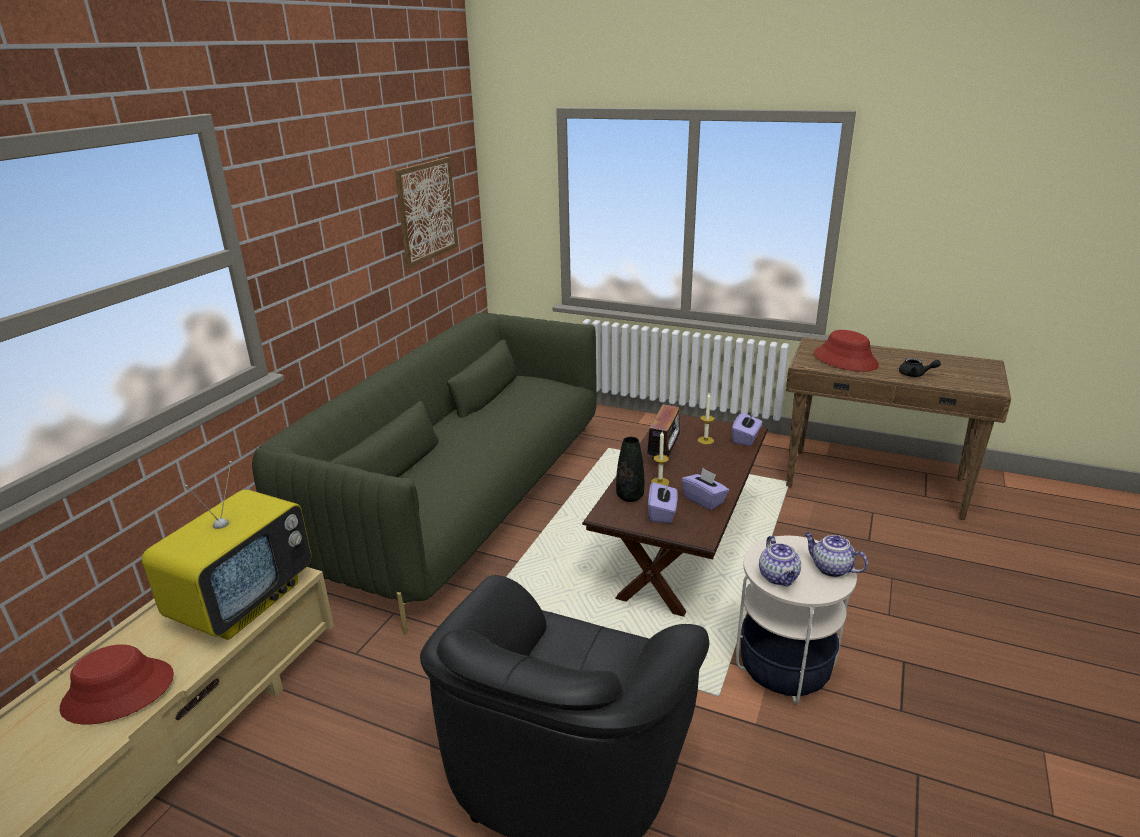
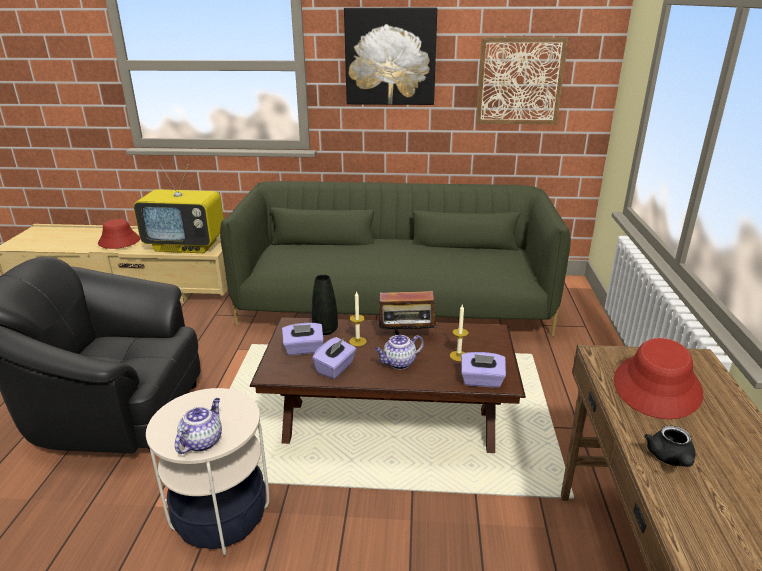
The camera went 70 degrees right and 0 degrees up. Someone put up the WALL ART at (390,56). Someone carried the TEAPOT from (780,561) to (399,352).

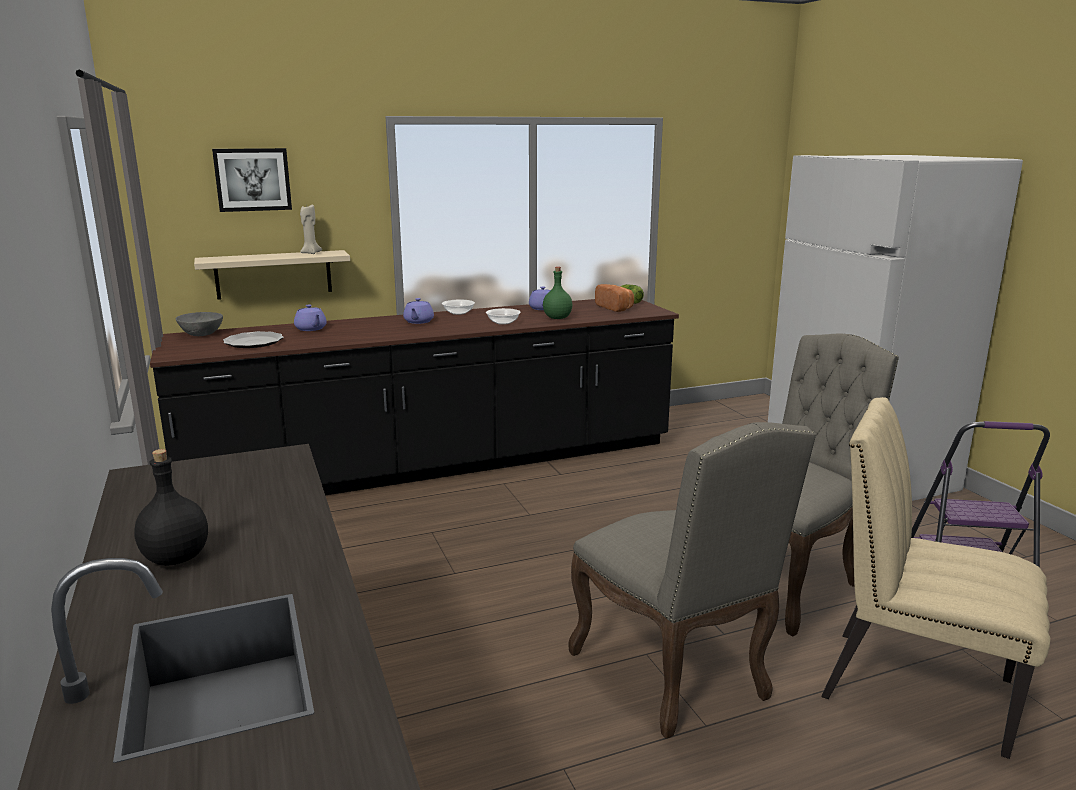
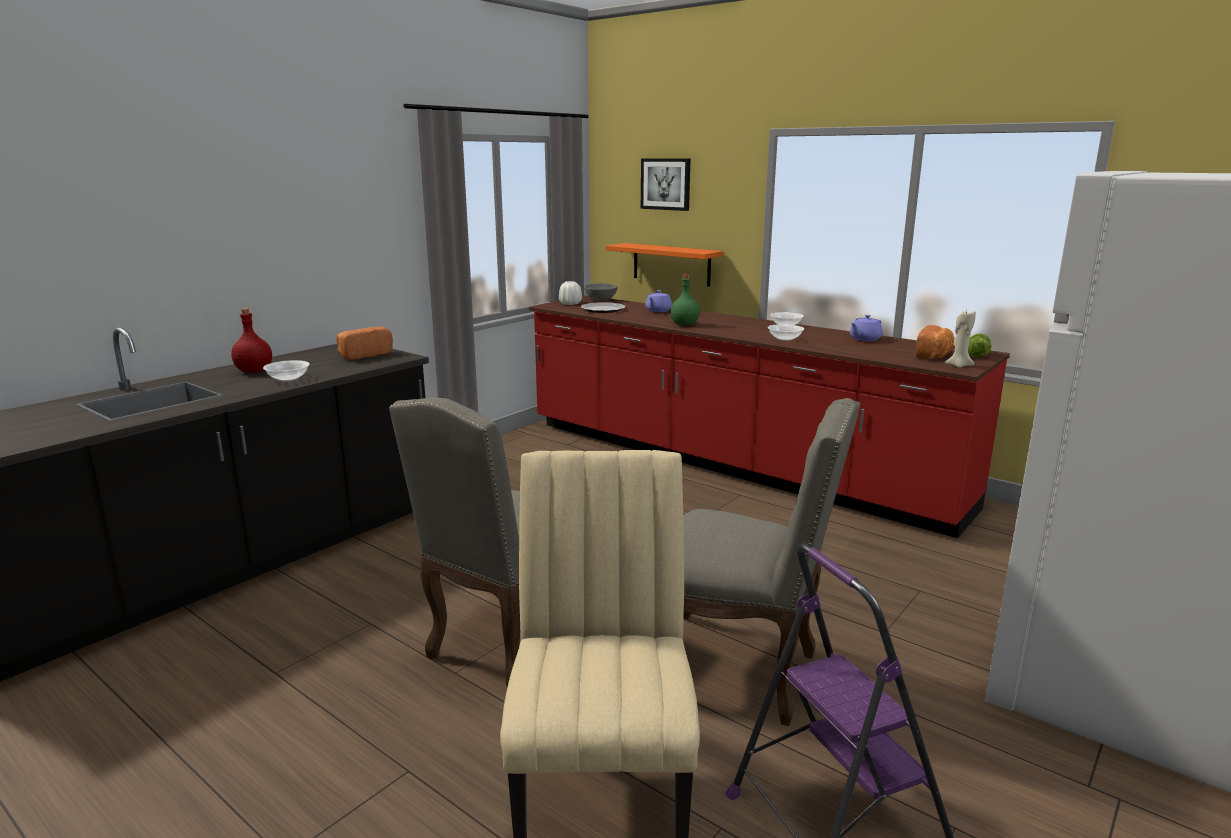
The camera went 60 degrees right and 0 degrees up. Someone took away the PURPLE TEAPOT at (418,311). Someone put down the DEEP DISH at (286,370). Someone put down the BAKED BREAD at (364,343). Someone put down the WHITISH FLOWER VASE at (570,293). Someone carried the BEIGE-COLOURED CANDLE from (311,228) to (960,339). Someone carried the GREENISH BOTTLE from (557,293) to (685,300). Someone repainted the BLACK BOTTLE at (171,507), which became the RED-COLOURED BOTTLE at (251,340). Someone repainted the BLACK KITCHEN COUNTER at (414,397), which became the RED-COLOURED KITCHEN COUNTER at (769,416). Someone repainted the BEIGE-COLOURED BRACKET SHELF at (272,275), which became the ORANGE-COLOURED BRACKET SHELF at (664,265).

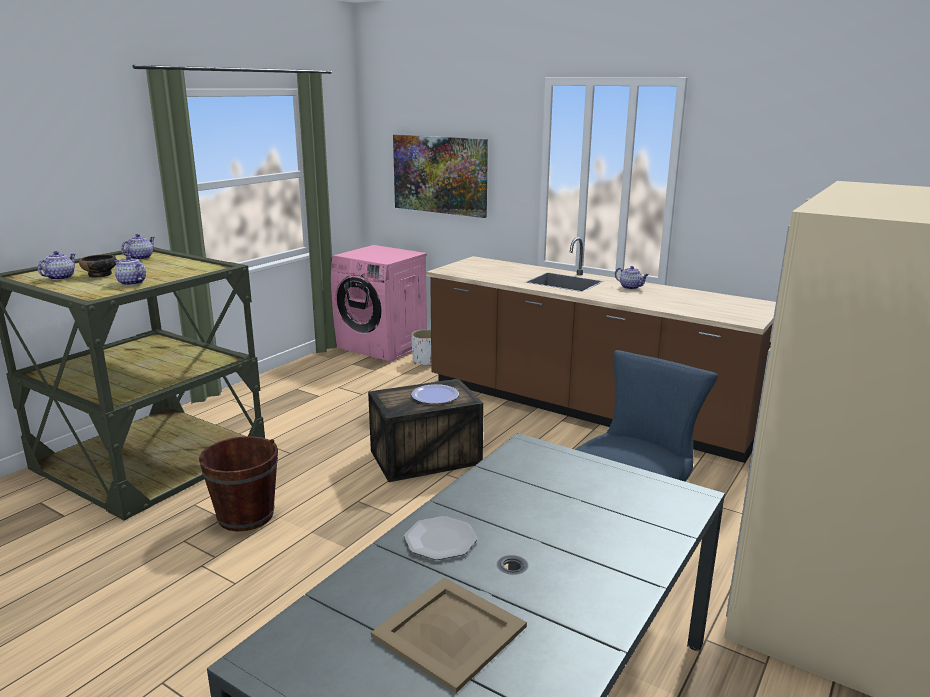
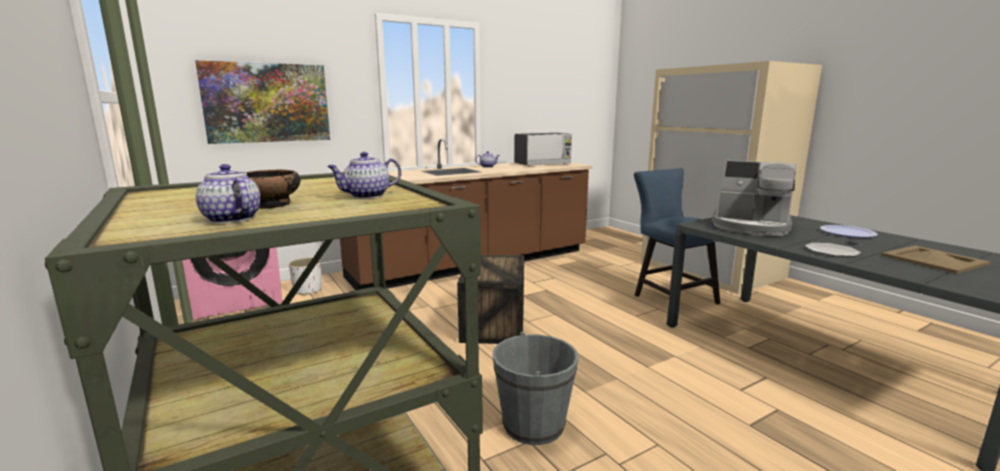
The camera went 65 degrees left and 5 degrees down. Someone took away the TEAPOT at (138,247). Someone put down the KITCHEN MICROWAVE at (543,149). Someone put down the COFFEE MACHINE at (754,198). Someone carried the PLATE from (435,394) to (849,231). Someone repainted the BROWN BUCKET at (238,484), which became the GRAY BUCKET at (535,388).

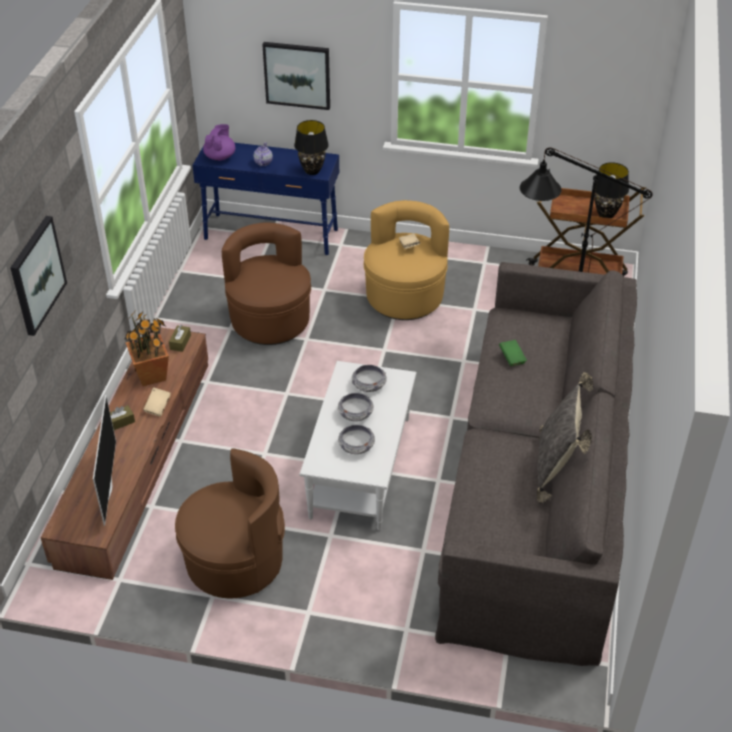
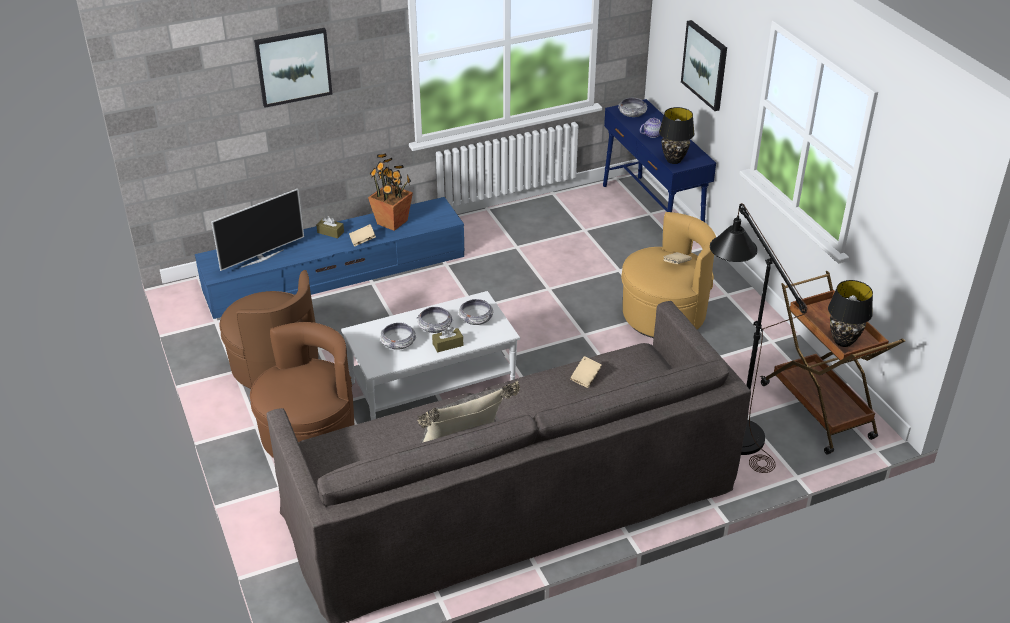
The camera went 55 degrees right and 5 degrees down. Someone carried the BROWN TISSUE BOX from (180,338) to (447,339). Someone carried the BROWN ARMCHAIR from (266,283) to (302,390). Someone swapped the PURPLE TEAPOT at (219,142) for the DEEP DISH at (633,107). Someone repainted the BROWN TV STAND at (124,454), which became the BLUISH TV STAND at (329,258). Someone repainted the GREENISH BOOK at (513,353), which became the BEIGE-COLOURED BOOK at (586,372).

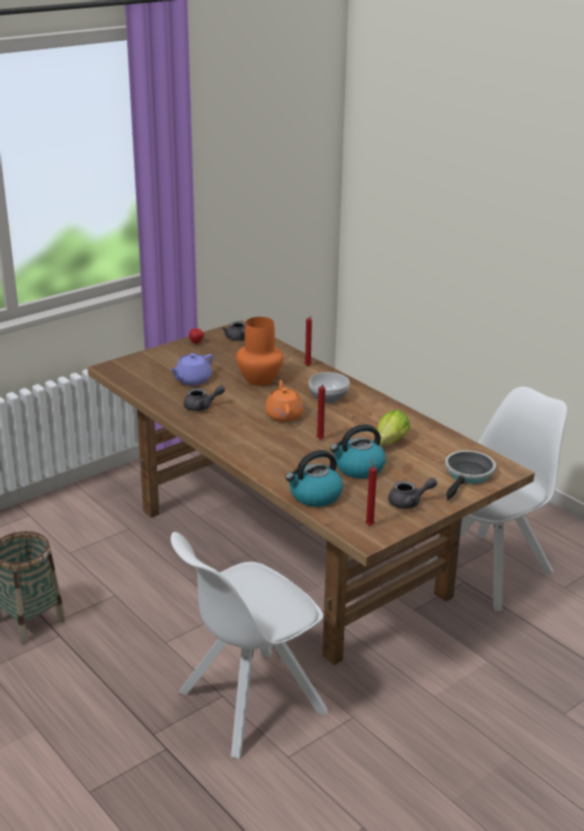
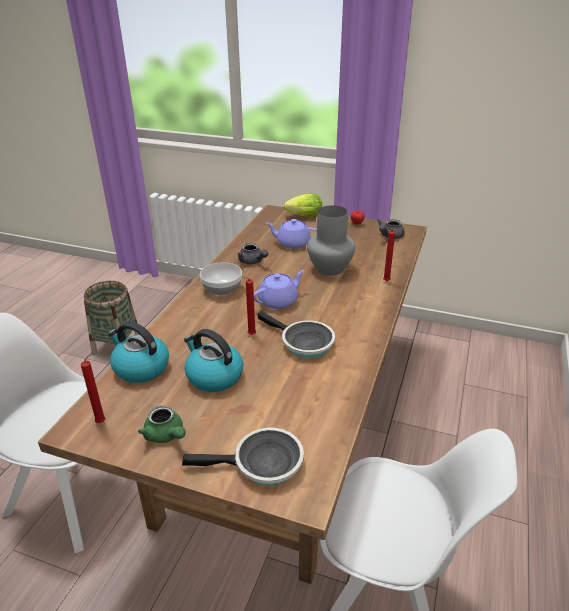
The camera went 60 degrees right and 5 degrees up. Someone put down the SKILLET at (296,334). Someone carried the DEEP DISH from (329,387) to (221,278). Someone carried the LETTUCE HEAD from (393,427) to (303,205). Someone repainted the ORANGE-COLOURED FLOWER VASE at (260,351), which became the GRAY FLOWER VASE at (331,240). Someone repainted the ORANGE-COLOURED TEAPOT at (284,401), which became the PURPLE TEAPOT at (279,289). Someone repainted the GRAY TEAPOT at (412,493), which became the GREENISH TEAPOT at (162,424).

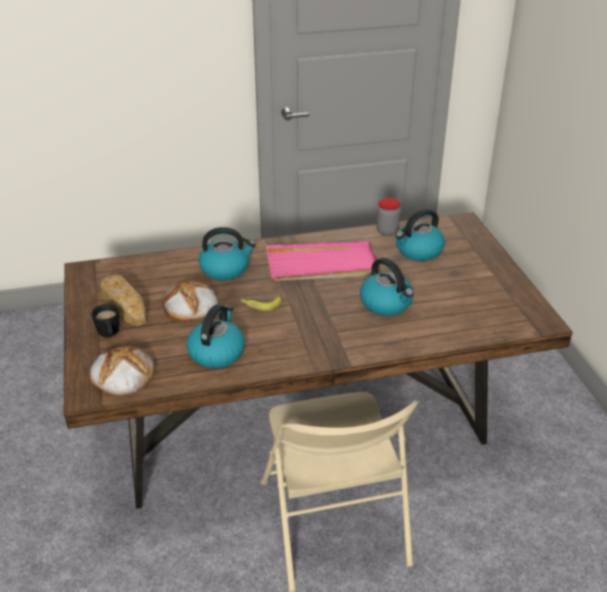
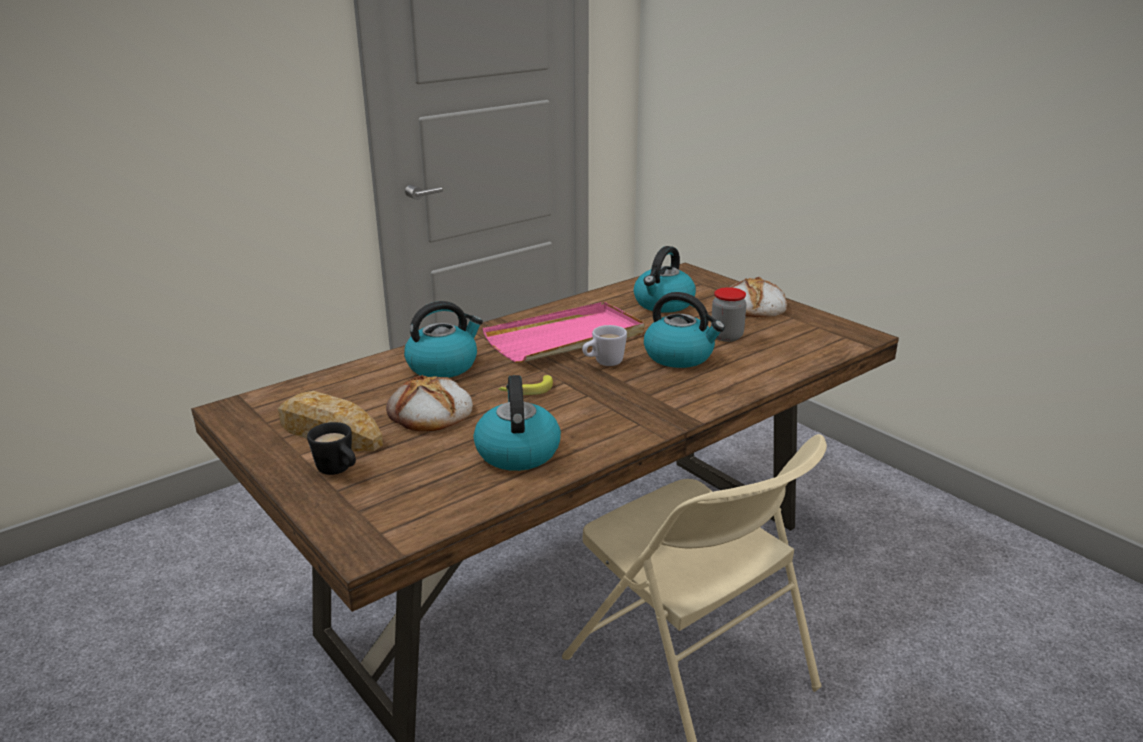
The camera went 25 degrees left and 10 degrees down. Someone put down the WHITISH TEA MUG at (604,345). Someone carried the BAKED BREAD from (122,370) to (758,297). Someone carried the STORAGE JAR from (388,217) to (728,314).

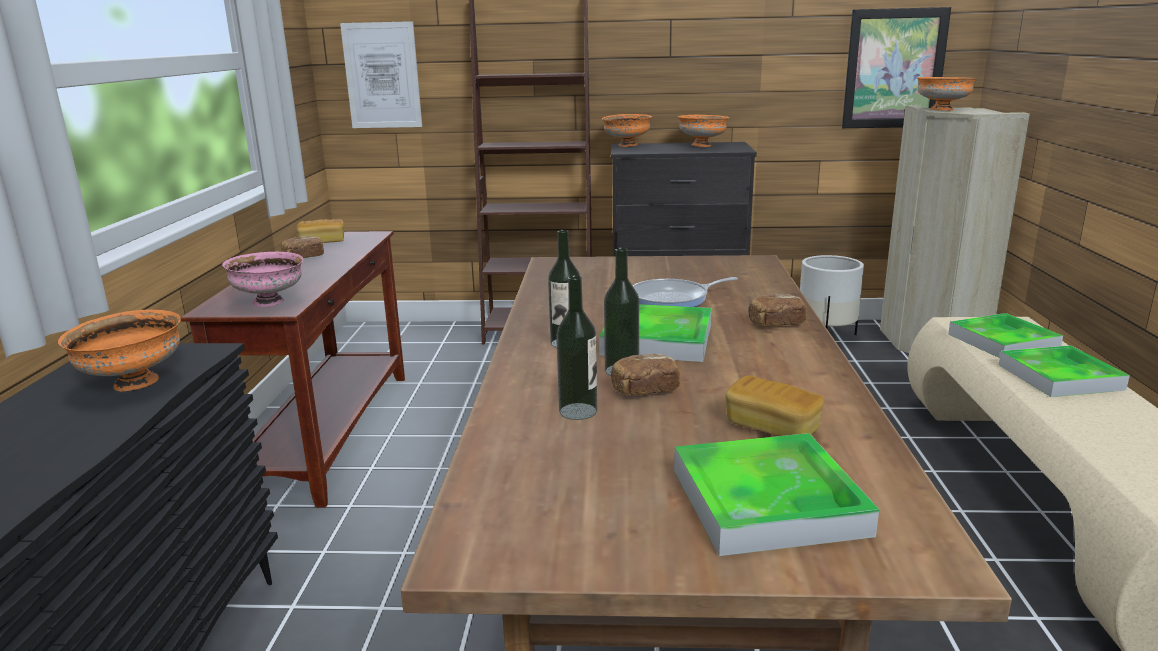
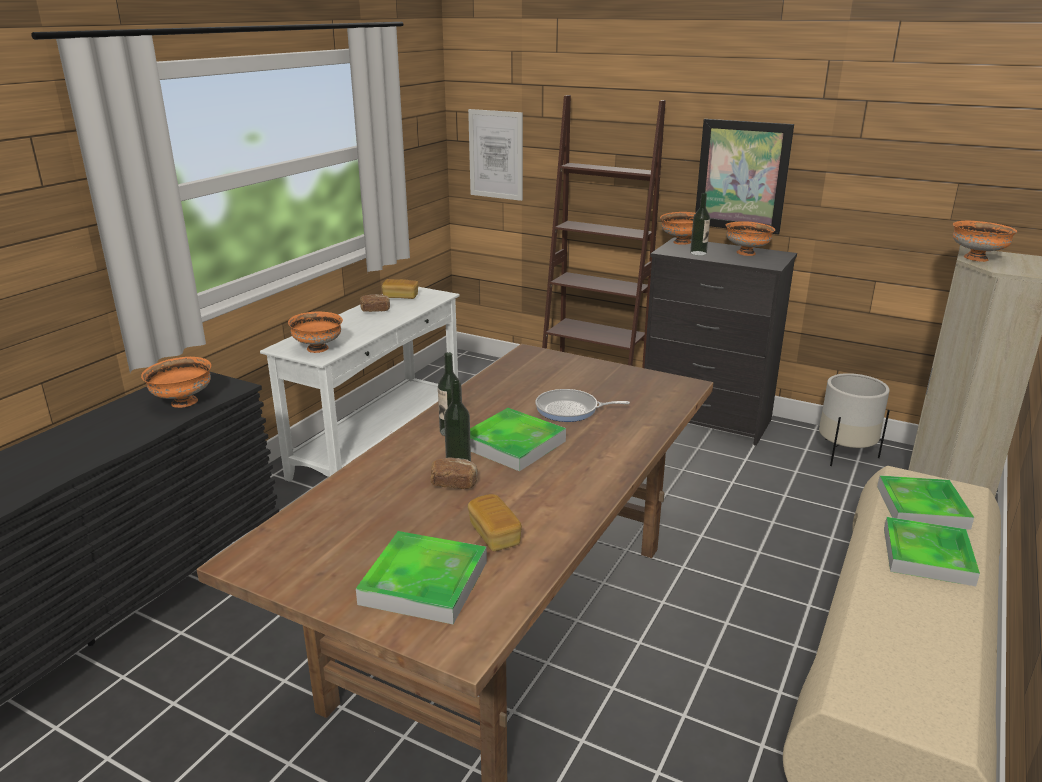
The camera went 25 degrees right and 5 degrees up. Someone took away the BAKED BREAD at (777,310). Someone carried the BOTTLE from (576,347) to (700,224). Someone carried the WALL ART from (896,67) to (744,177). Someone repainted the BROWN CONSOLE TABLE at (293,369), which became the WHITISH CONSOLE TABLE at (360,384). Someone repainted the PINK-COLOURED DEEP DISH at (262,279), which became the ORANGE-COLOURED DEEP DISH at (315,332).

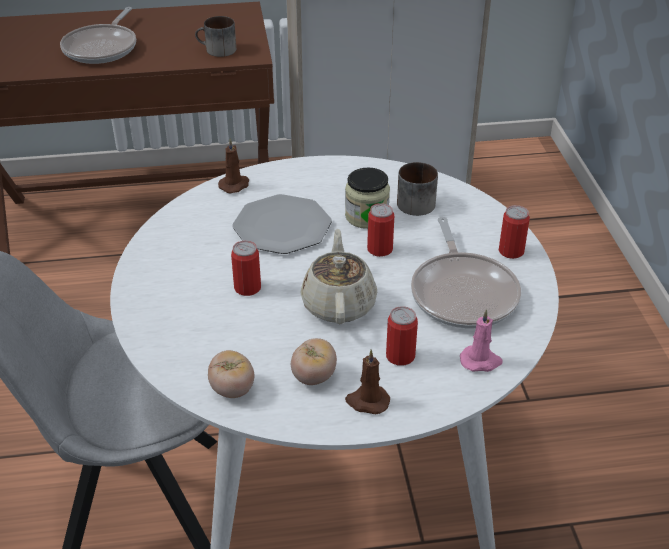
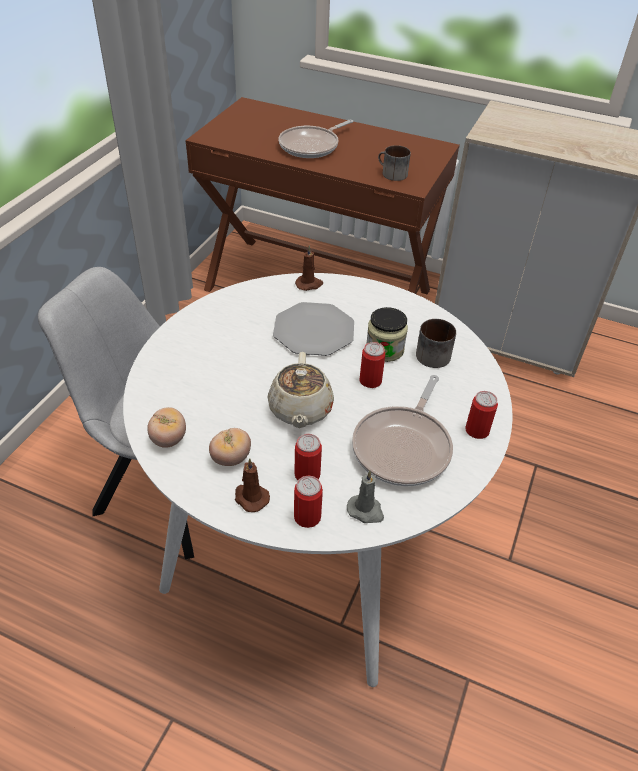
The camera went 30 degrees right and 5 degrees up. Someone carried the CAN from (246,268) to (308,502). Someone repainted the PINK-COLOURED CANDLE at (481,340), which became the GRAY CANDLE at (365,497). Someone rotated the BEIGE-COLOURED TEAPOT at (339,276) by 150 degrees clockwise.

